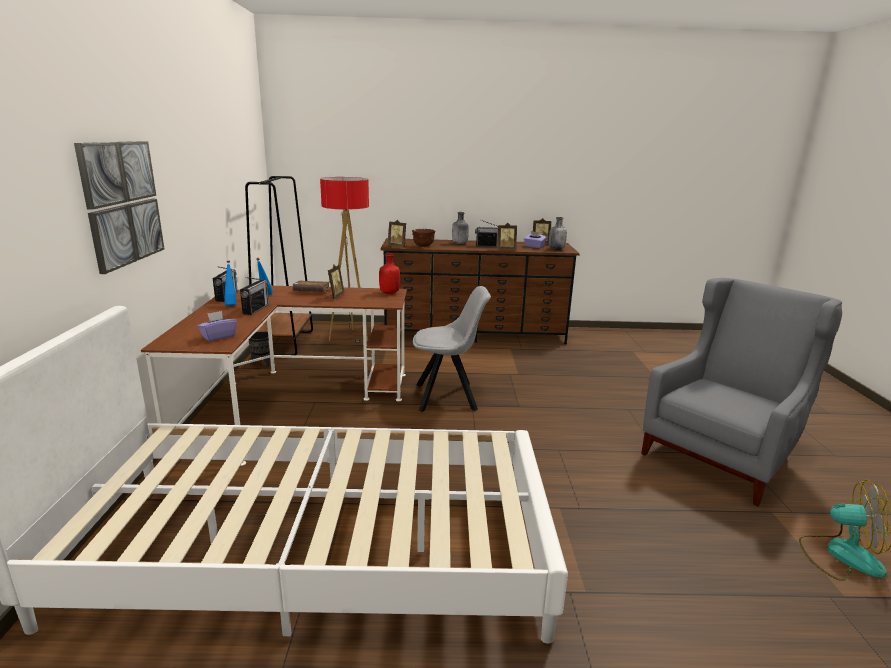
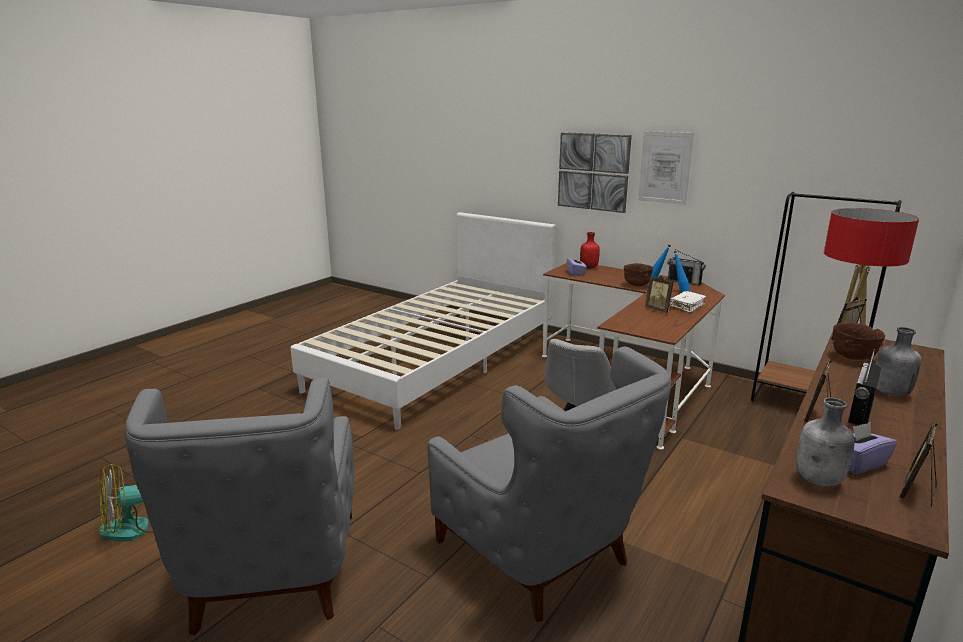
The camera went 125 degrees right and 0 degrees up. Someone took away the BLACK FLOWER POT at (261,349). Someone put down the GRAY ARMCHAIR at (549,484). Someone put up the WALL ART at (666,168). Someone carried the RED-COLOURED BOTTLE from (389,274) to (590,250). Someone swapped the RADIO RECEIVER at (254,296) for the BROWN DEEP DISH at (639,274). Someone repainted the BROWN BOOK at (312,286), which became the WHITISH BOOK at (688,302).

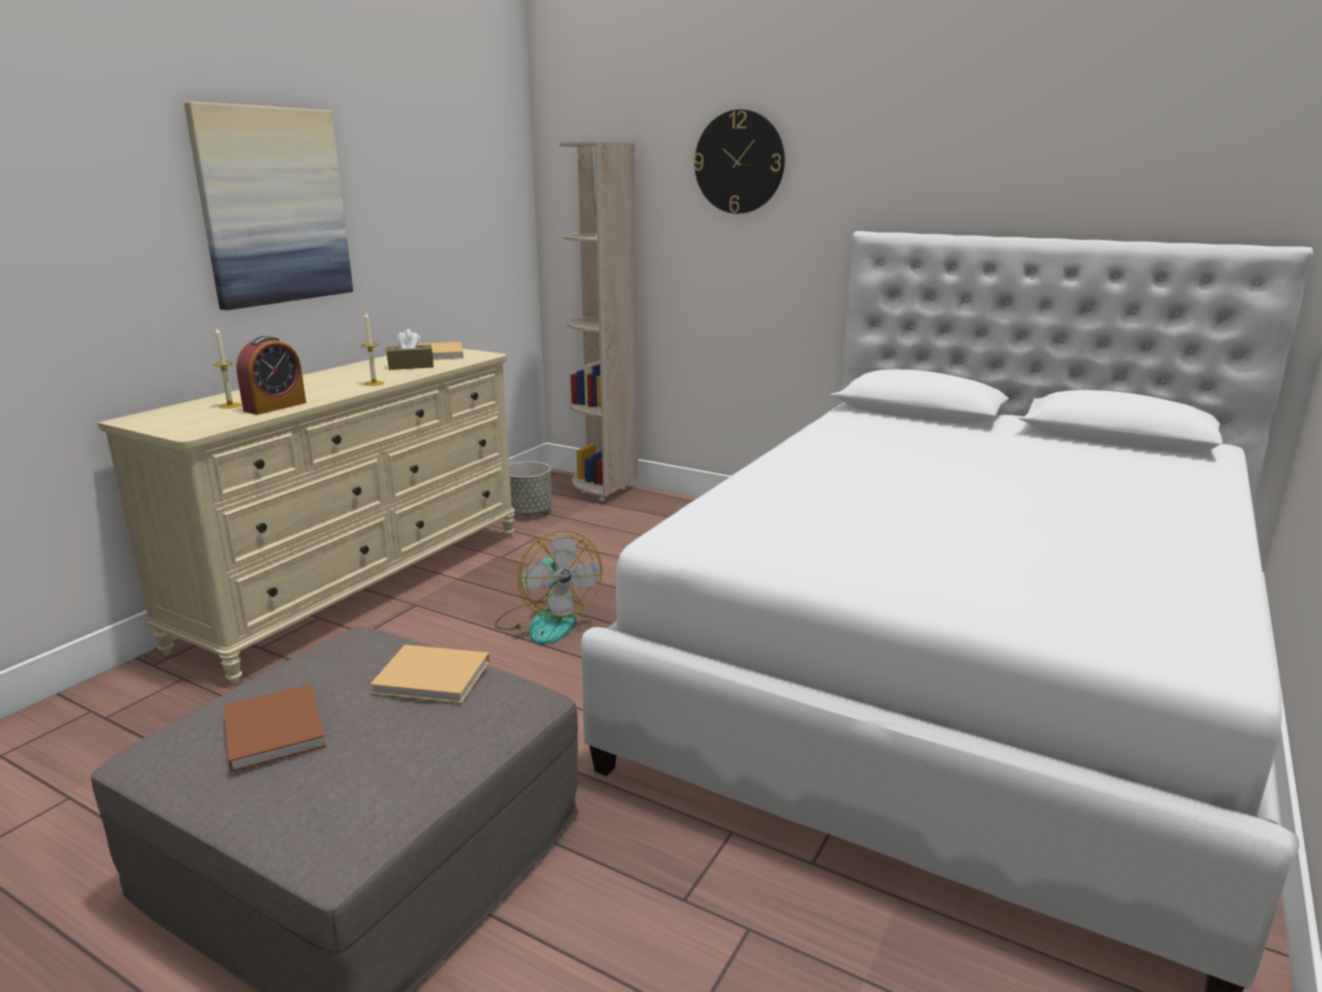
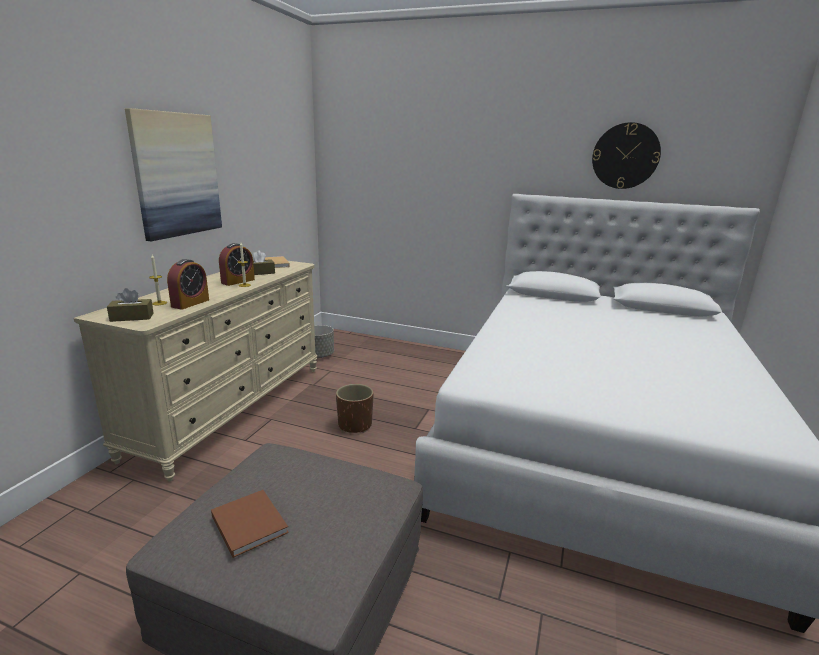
The camera went 10 degrees left and 0 degrees up. Someone took away the BEIGE-COLOURED BOOK at (430,674). Someone took away the BEIGE-COLOURED BOOKSHELF at (598,321). Someone put down the BROWN TISSUE BOX at (130,305). Someone put down the BEDSIDE CLOCK at (237,264). Someone carried the WALL CLOCK from (739,161) to (626,155). Someone swapped the FAN at (548,587) for the BROWN FLOWER POT at (355,408).

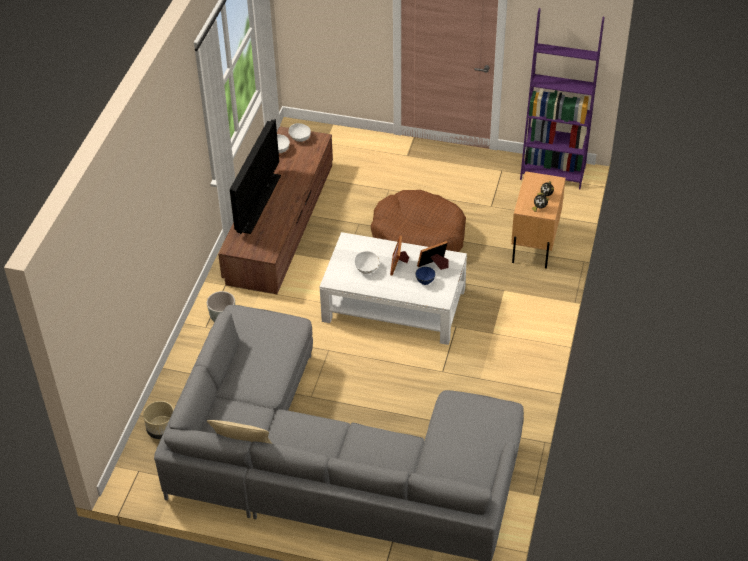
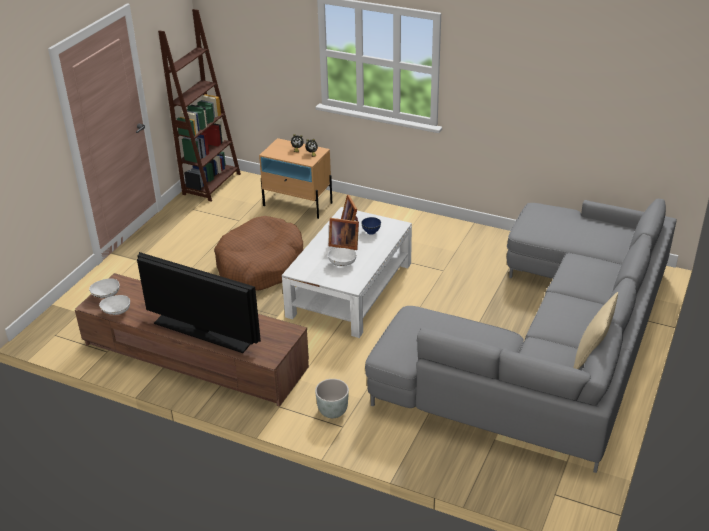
The camera went 80 degrees left and 10 degrees down. Someone took away the BEIGE-COLOURED FLOWER POT at (158,420). Someone repainted the PURPLE BOOKSHELF at (562,98), which became the BROWN BOOKSHELF at (199,105).

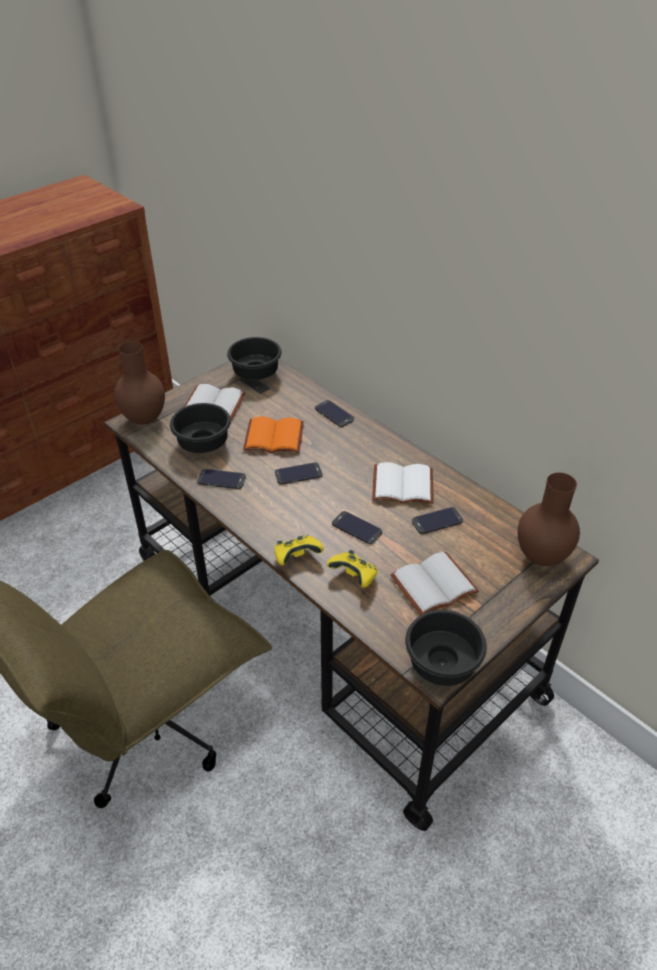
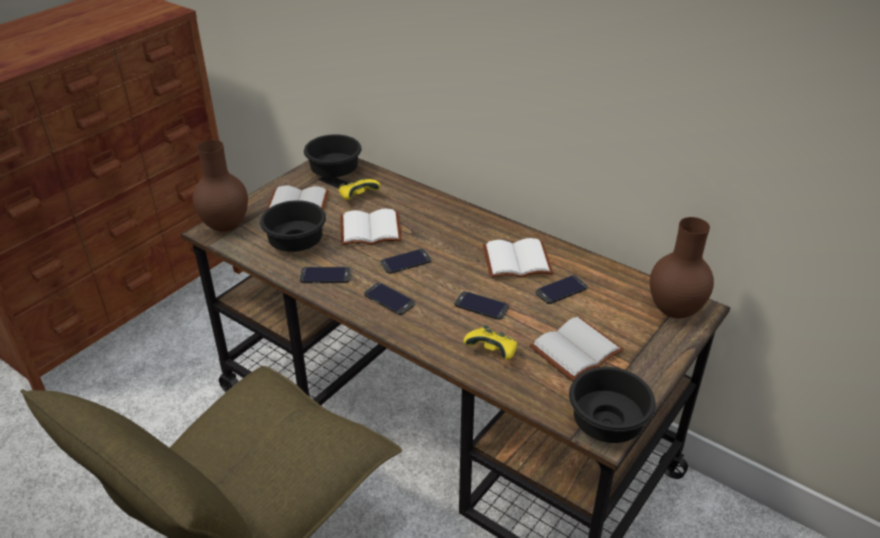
The camera went 10 degrees left and 5 degrees down. Someone carried the YELLOW GAME CONTROLLER from (299,550) to (360,189). Someone carried the PHONE from (334,413) to (389,299). Someone repainted the ORANGE-COLOURED BOOK at (273,434), which became the WHITISH BOOK at (371,227).

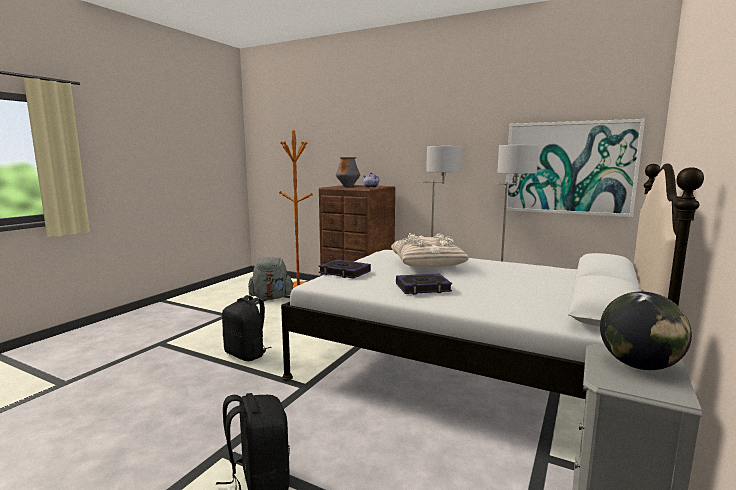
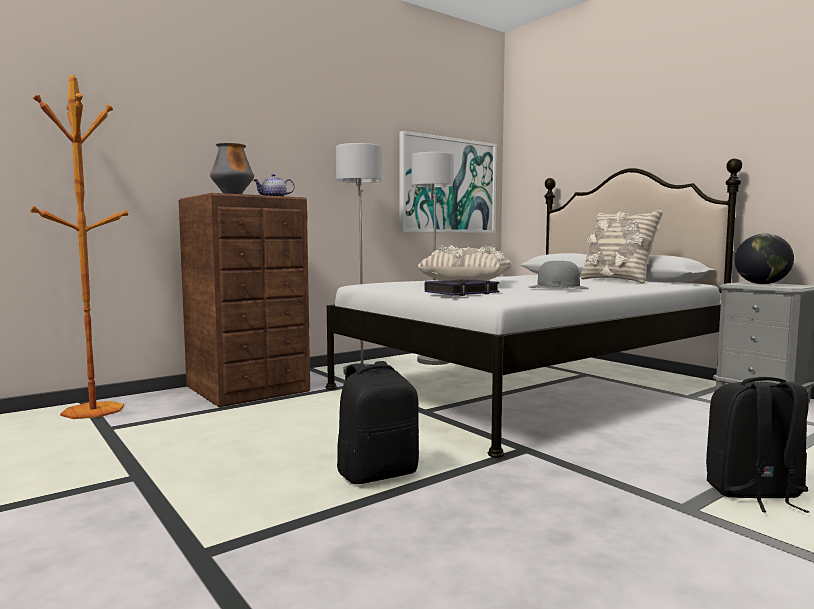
The camera went 65 degrees left and 5 degrees down. Someone took away the GRAY KNAPSACK at (271,278). Someone put down the BEIGE-COLOURED CUSHION at (621,247). Someone swapped the BOOK at (424,284) for the GRAY HAT at (559,275).

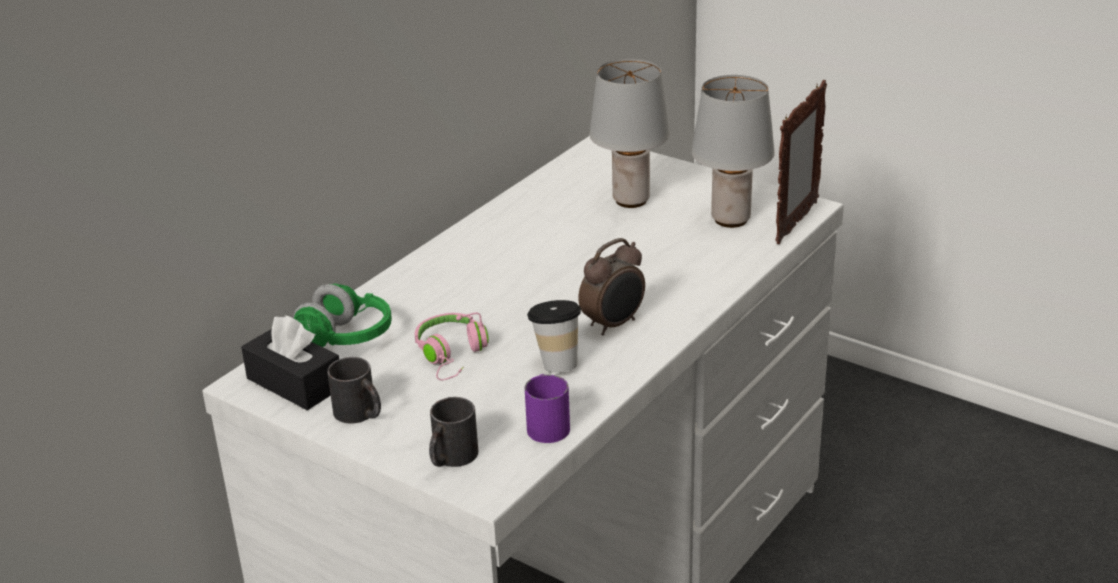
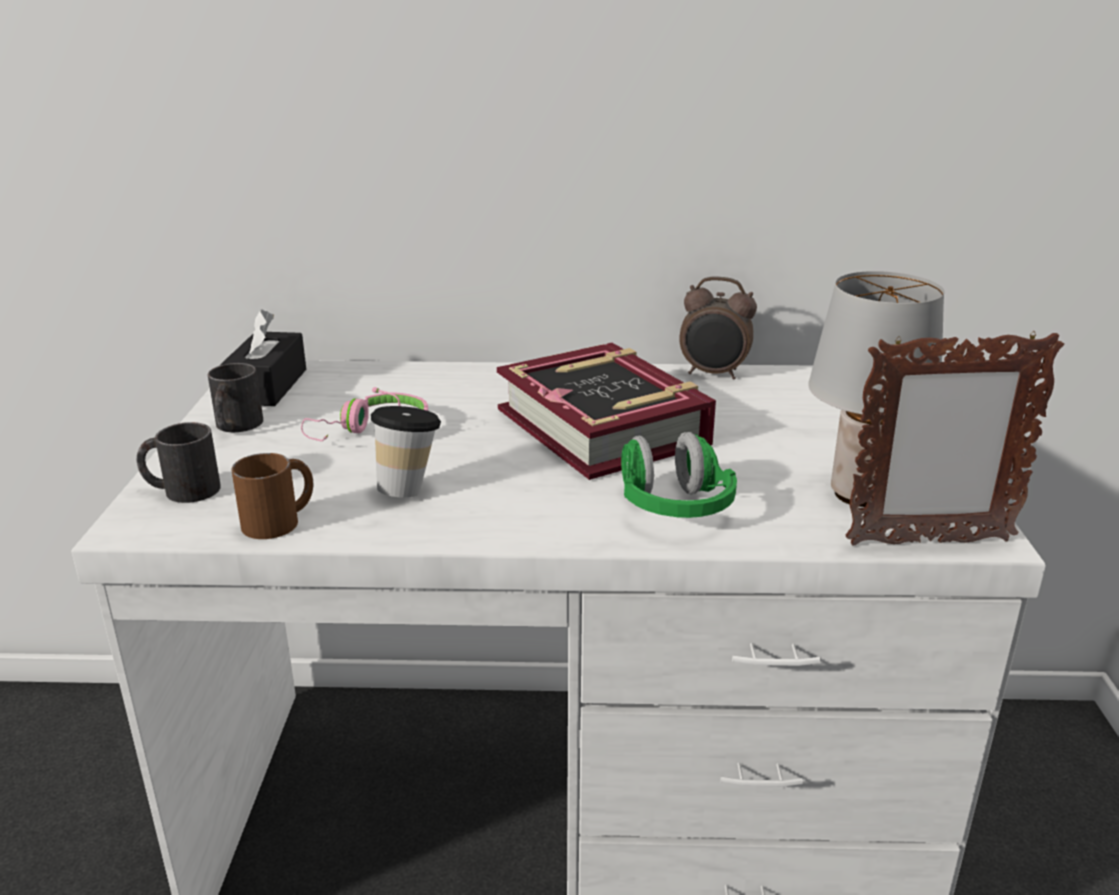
The camera went 55 degrees right and 5 degrees down. Someone took away the GRAY TABLETOP LAMP at (630,133). Someone put down the BOOK at (606,411). Someone carried the GREENISH HEADSET from (342,315) to (679,475). Someone carried the BEDSIDE CLOCK from (611,287) to (718,328). Someone repainted the PURPLE TEA MUG at (547,408), which became the BROWN TEA MUG at (272,496).

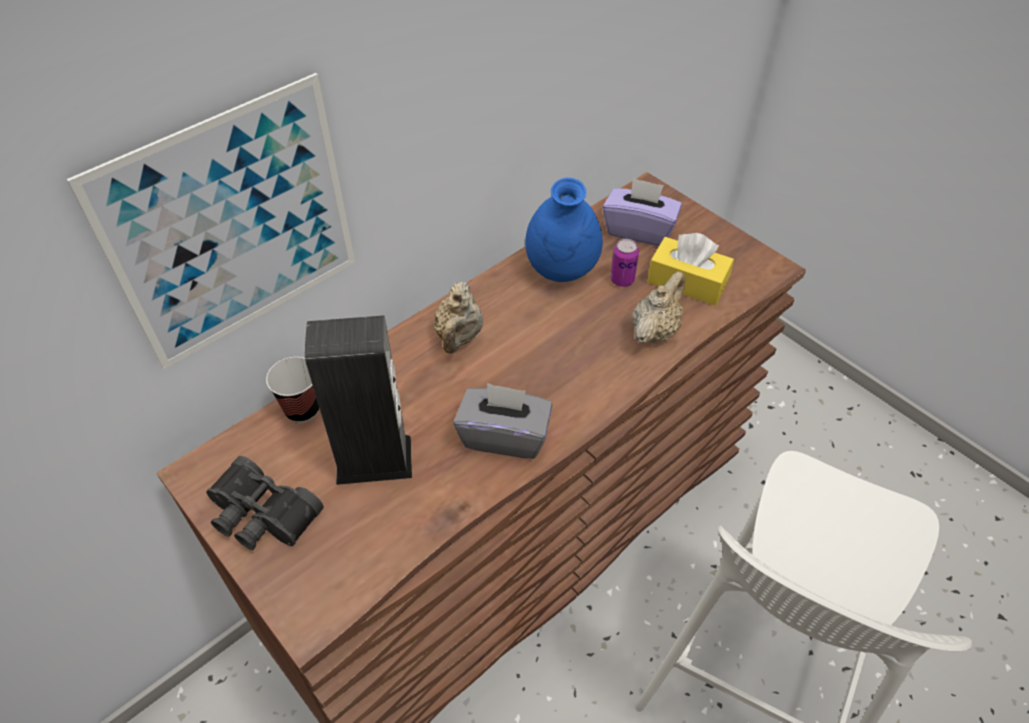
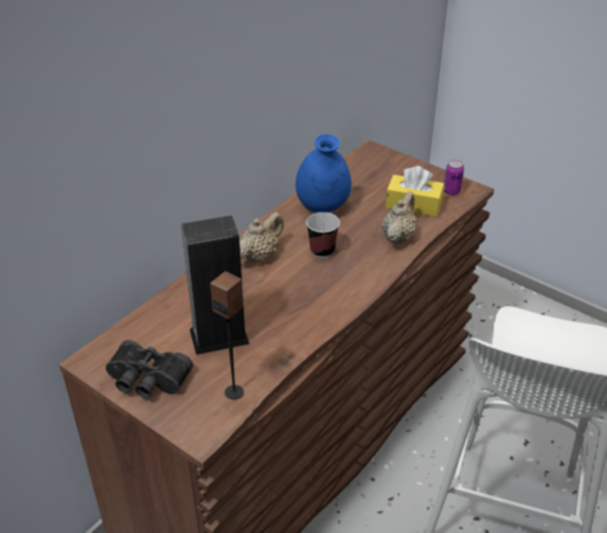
The camera went 10 degrees left and 10 degrees down. Someone took away the WALL ART at (211,221). Someone took away the GRAY TISSUE BOX at (503,421). Someone took away the PURPLE TISSUE BOX at (642,212). Someone put down the SPEAKER at (227,335). Someone carried the CUP from (292,390) to (323,235). Someone carried the CAN from (624,263) to (454,177). Someone rotated the BEIGE-COLOURED TEAPOT at (458,318) by 135 degrees counterclockwise.

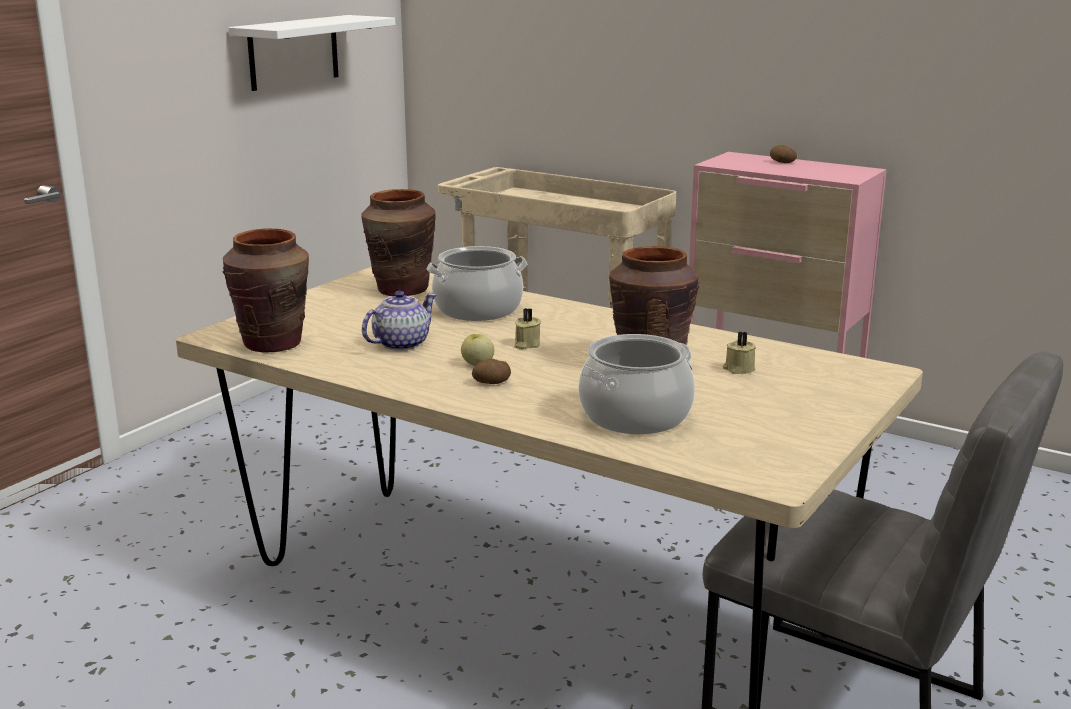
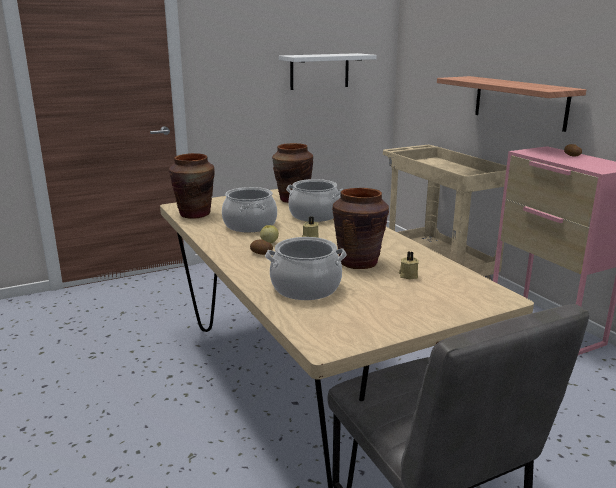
The camera went 30 degrees right and 0 degrees up. Someone put up the BRACKET SHELF at (511,104). Someone swapped the TEAPOT at (399,321) for the STOCKPOT at (249,209).

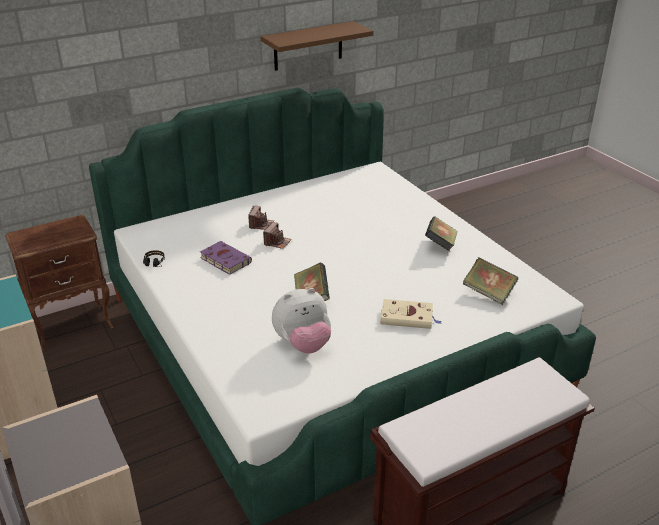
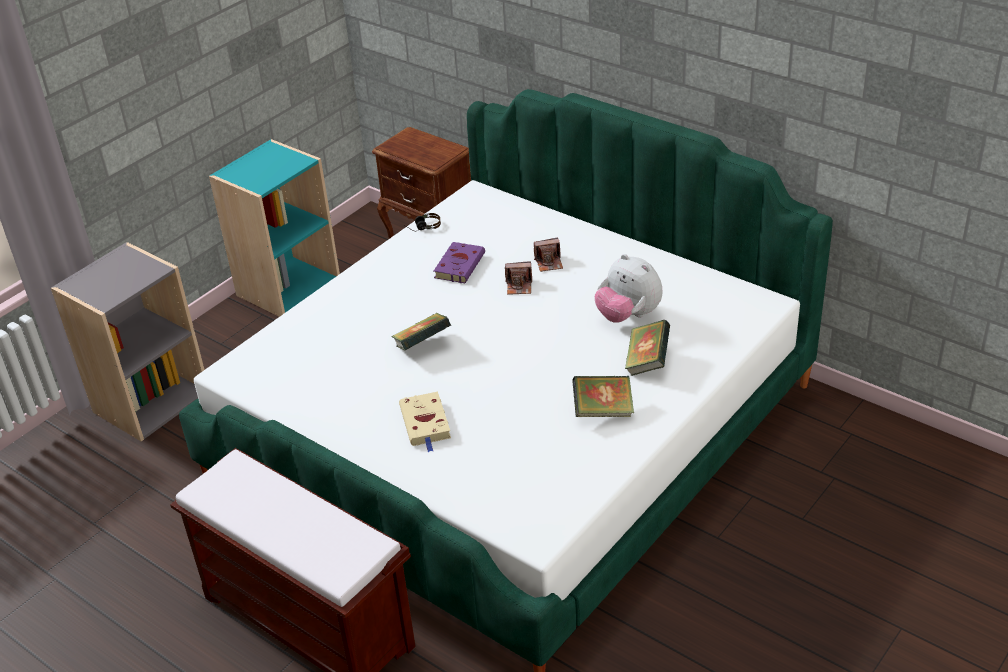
The camera went 70 degrees right and 5 degrees up. Someone took away the BROWN BRACKET SHELF at (317,46). Someone carried the CUDDLY TOY from (301,321) to (628,288). Someone carried the BOOK from (490,281) to (647,348).

